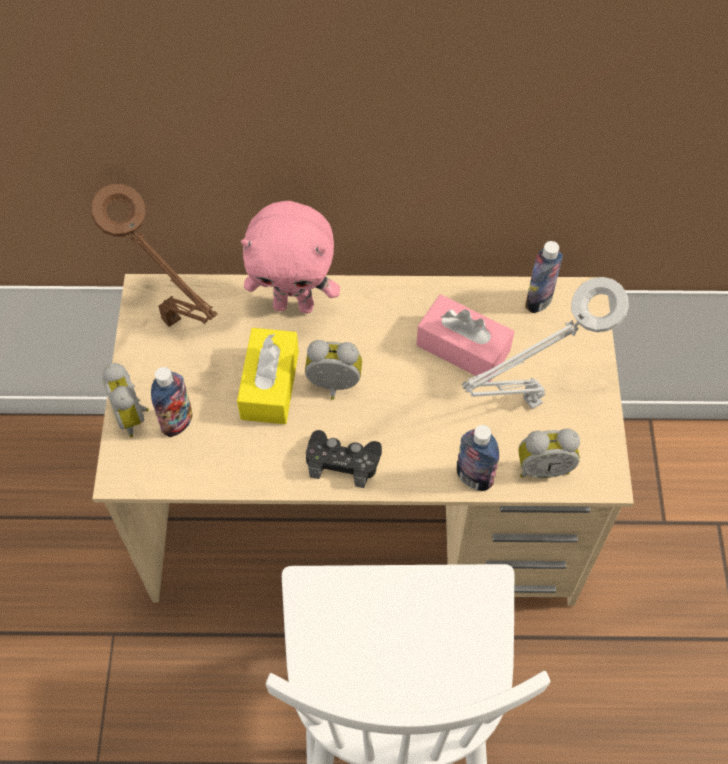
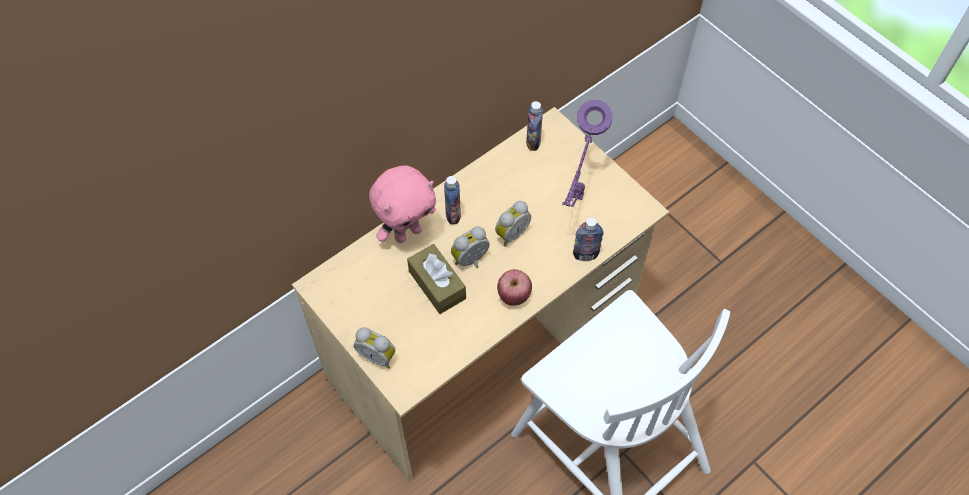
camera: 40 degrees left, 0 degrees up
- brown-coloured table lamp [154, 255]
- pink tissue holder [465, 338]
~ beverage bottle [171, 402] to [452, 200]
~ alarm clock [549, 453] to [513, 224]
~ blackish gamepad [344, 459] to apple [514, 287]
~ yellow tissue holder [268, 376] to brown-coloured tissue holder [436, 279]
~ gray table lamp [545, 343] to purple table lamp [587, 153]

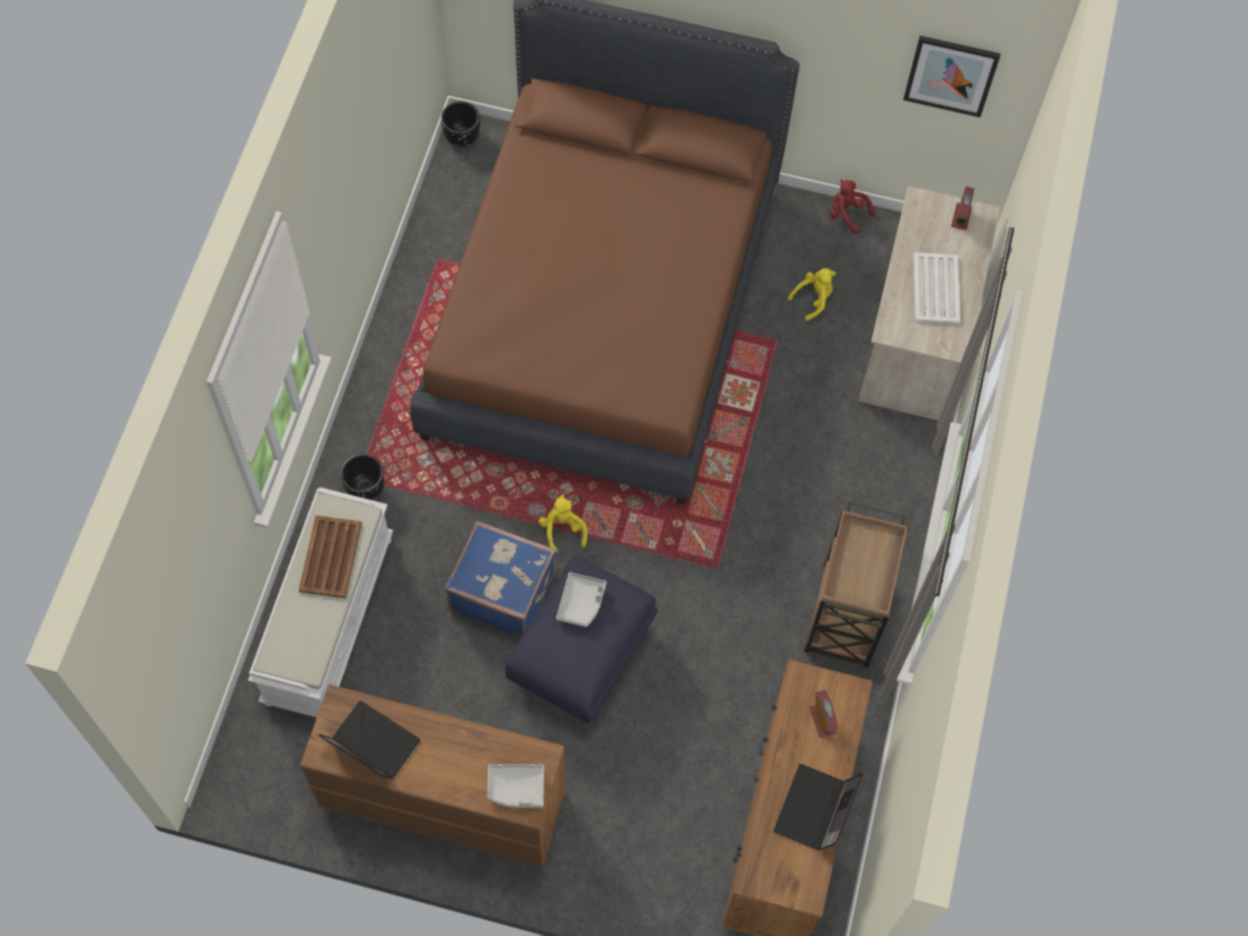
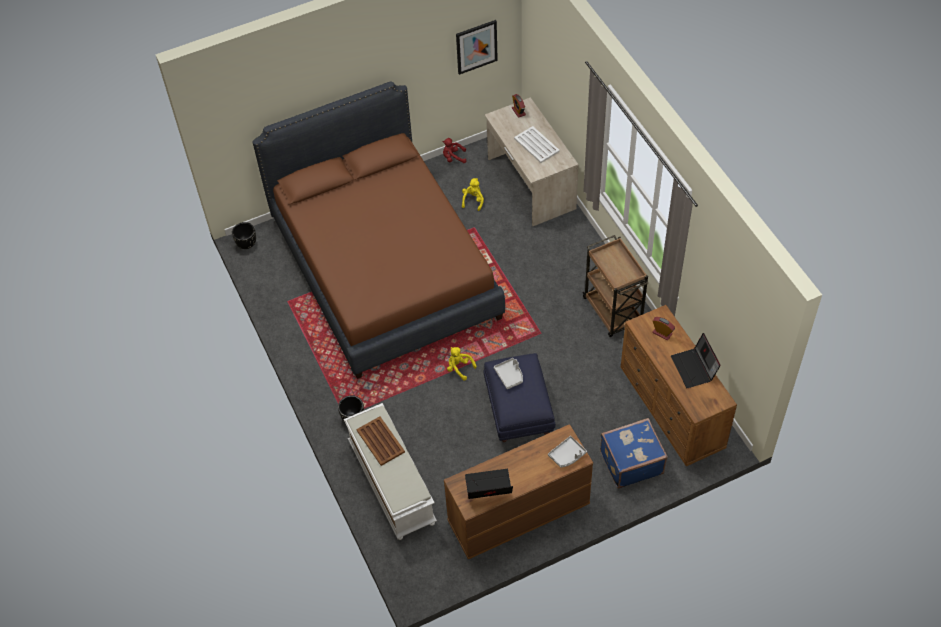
camera: 35 degrees left, 10 degrees down
~ bluish piece of luggage [500, 579] to [634, 453]

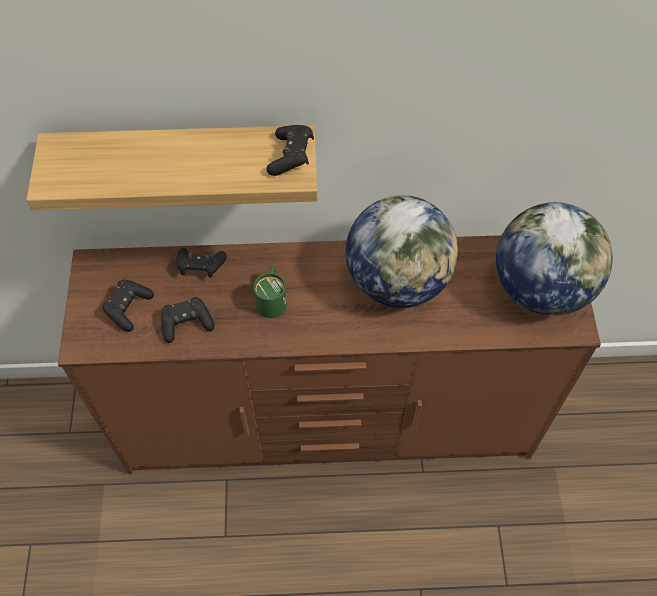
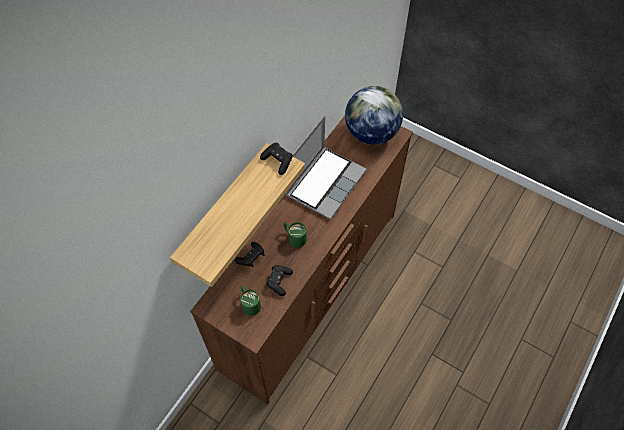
camera: 55 degrees left, 0 degrees up
~ blackish gamepad [128, 306] to greenish mug [250, 301]
~ world globe [402, 251] to notebook computer [326, 167]

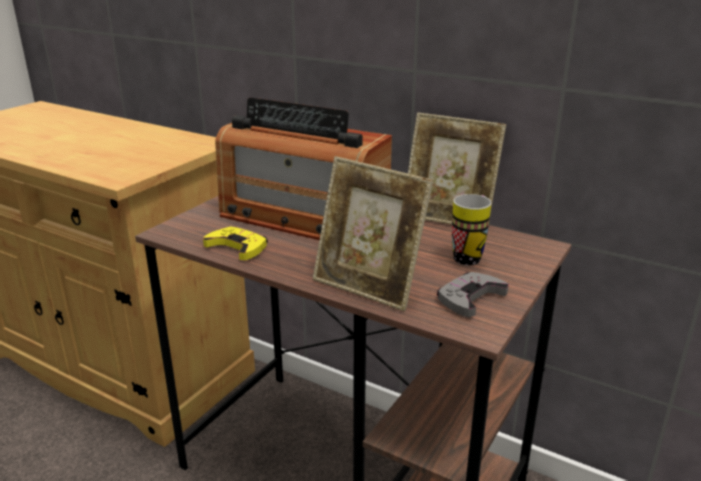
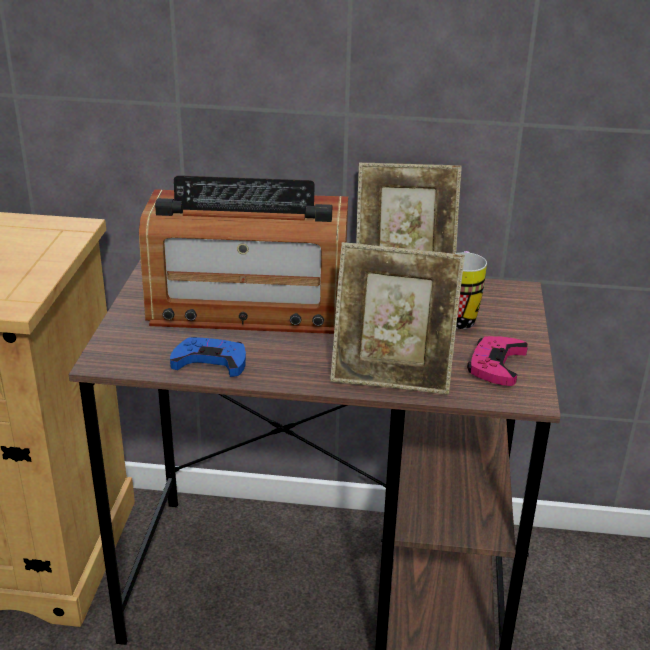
camera: 25 degrees left, 5 degrees up
~ yellow gamepad [235, 243] to bluish gamepad [208, 357]
~ gray gamepad [472, 294] to pink gamepad [497, 361]

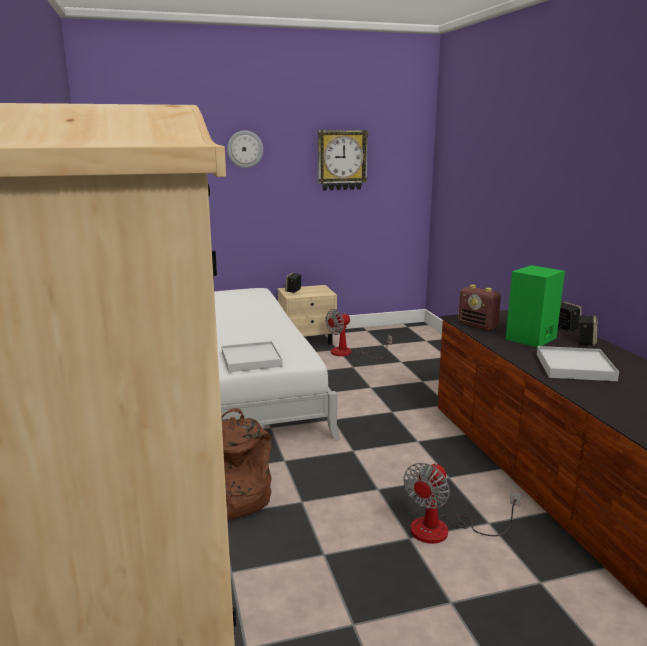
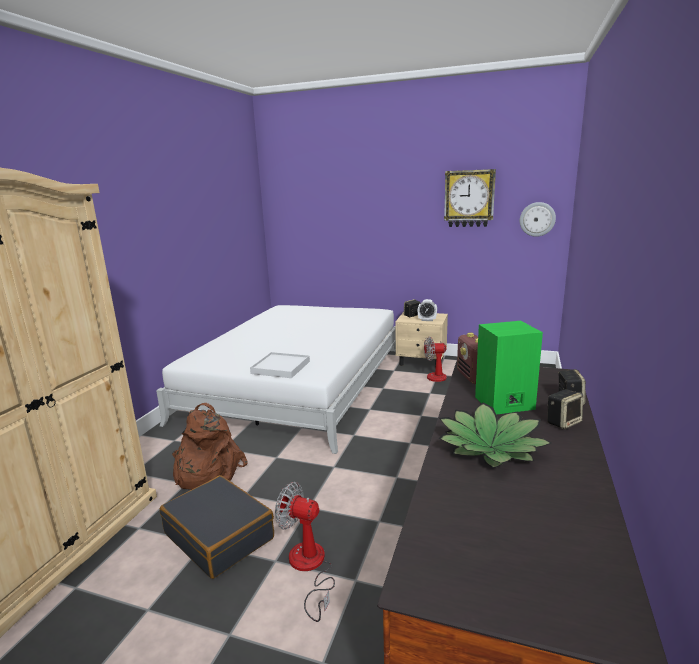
camera: 35 degrees right, 0 degrees up
+ blackish piece of luggage [217, 527]
+ alarm clock [427, 310]
~ wall clock [245, 149] to [538, 219]
~ white carrying tray [578, 363] to houseplant [495, 435]
~ electric fan [462, 503] = [305, 552] 45 degrees clockwise

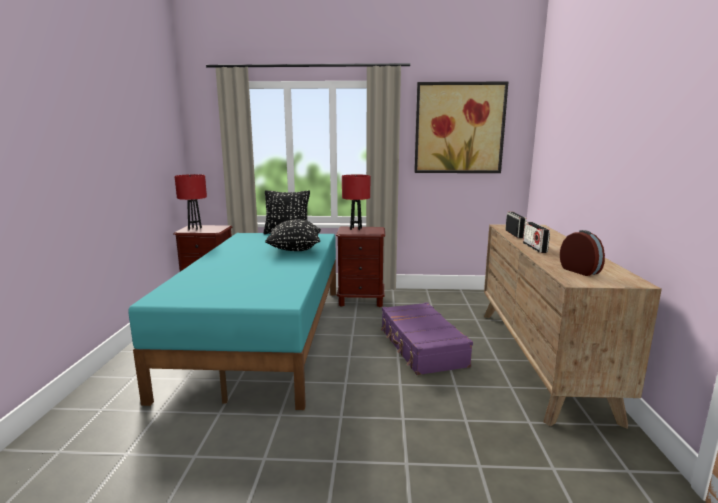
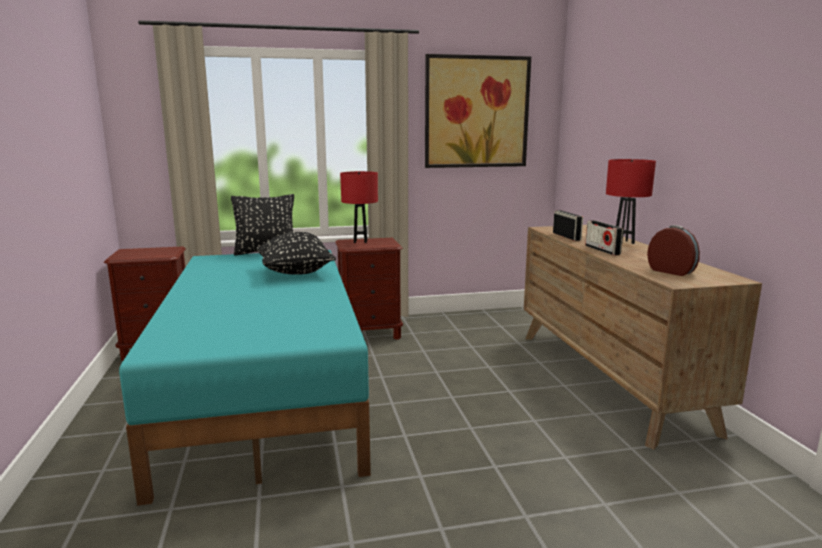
camera: 15 degrees left, 0 degrees up
- purple piece of luggage [427, 338]
~ red-coloured table lamp [190, 202] to [631, 201]

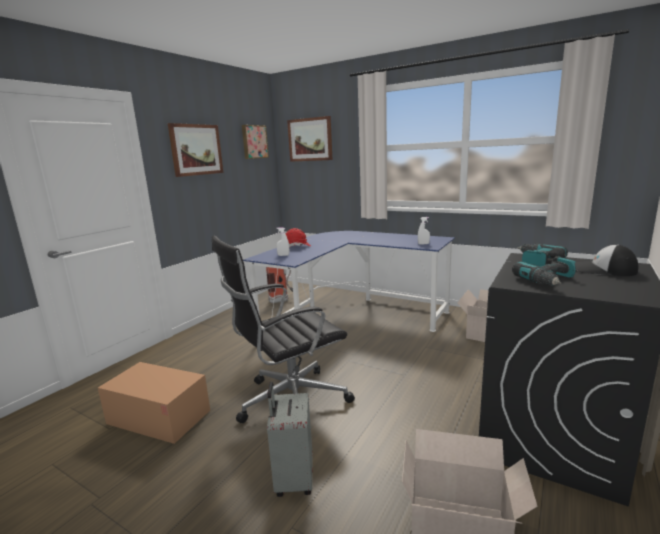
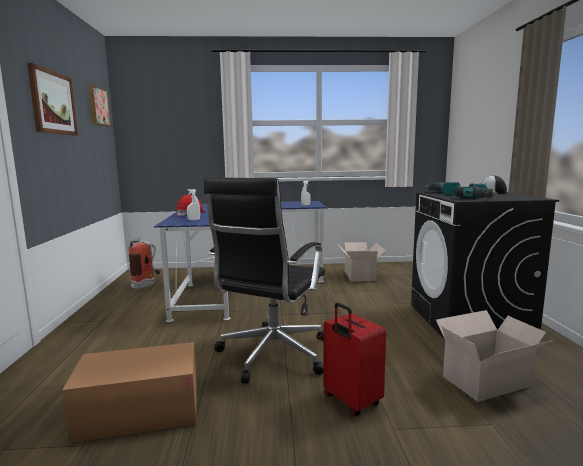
camera: 35 degrees left, 5 degrees down
- wall art [309, 139]
~ gray piece of luggage [290, 439] to red-coloured piece of luggage [354, 359]

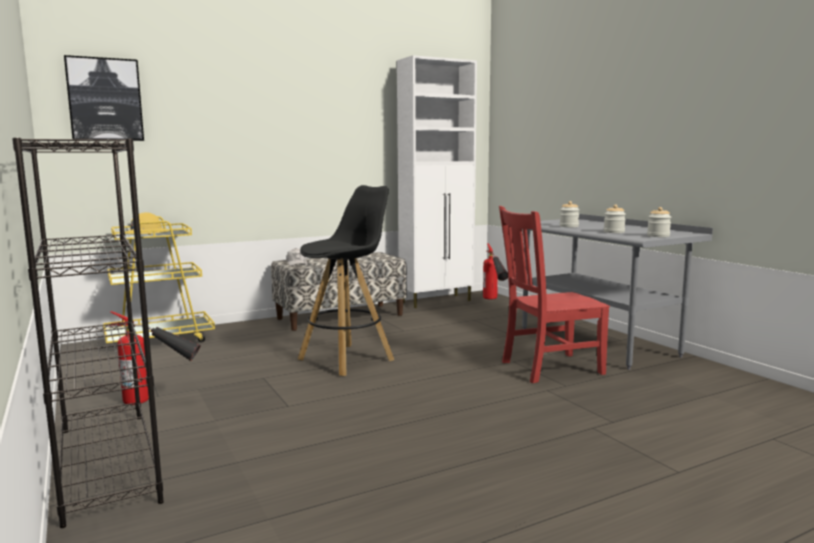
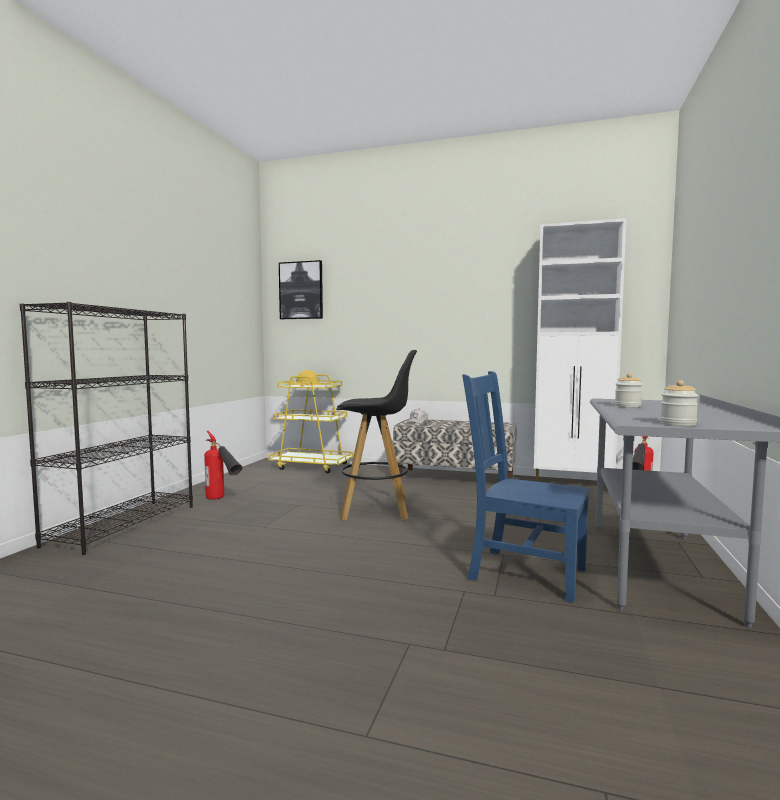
camera: 45 degrees right, 5 degrees down
- preserve jar [615, 219]
~ red-coloured chair [554, 294] to bluish chair [526, 487]

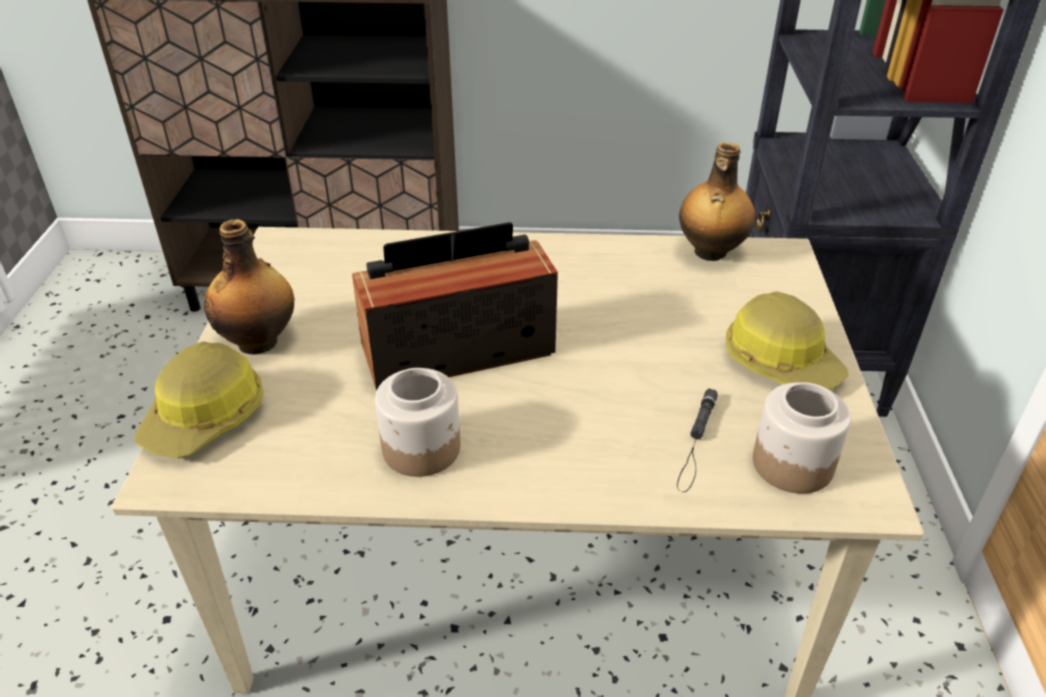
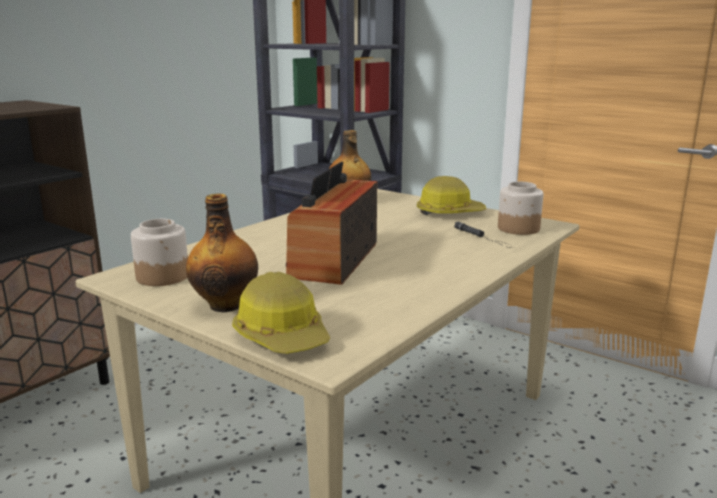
camera: 55 degrees left, 20 degrees down
~ preserve jar [417, 422] to [159, 252]

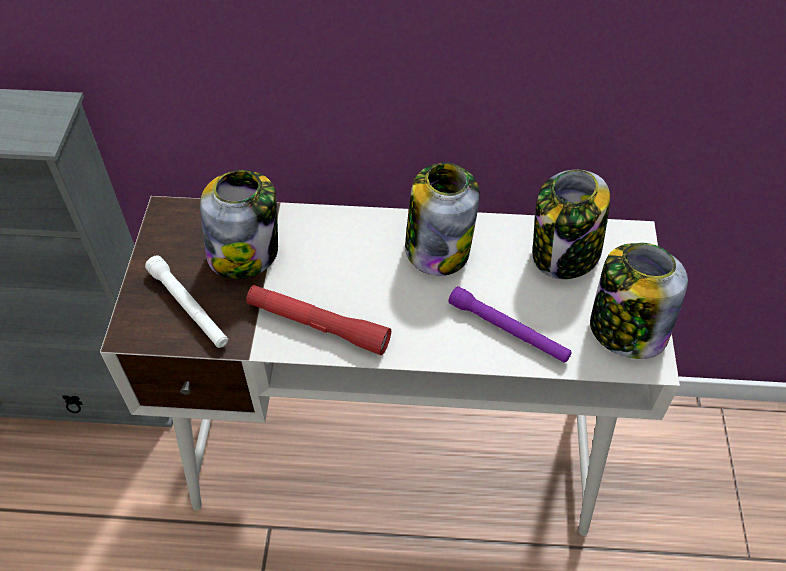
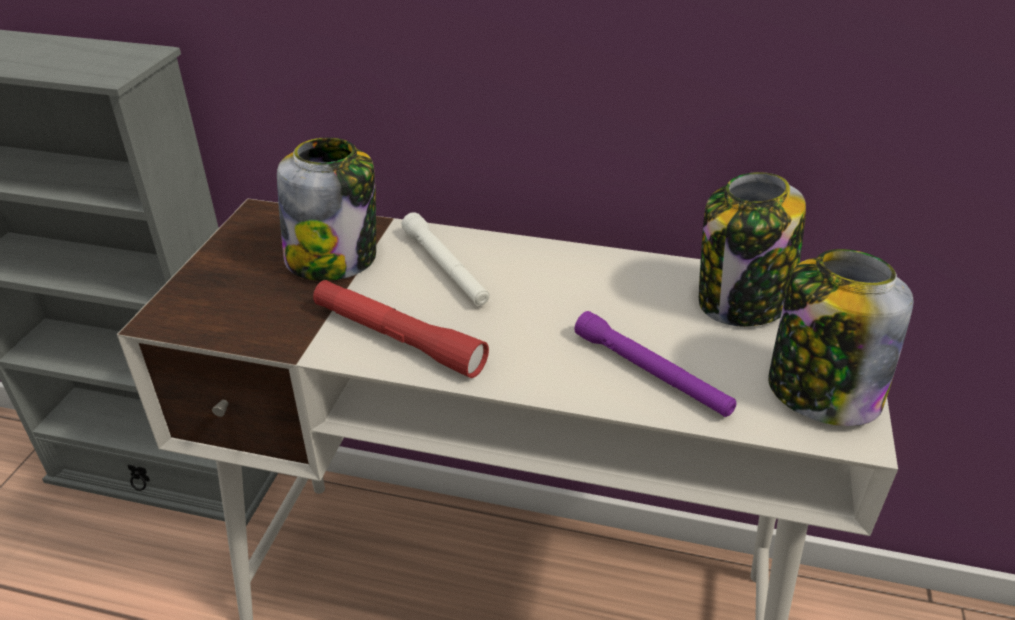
camera: 10 degrees right, 15 degrees down
- preserve jar [442, 219]
~ white flashlight [186, 301] to [446, 259]

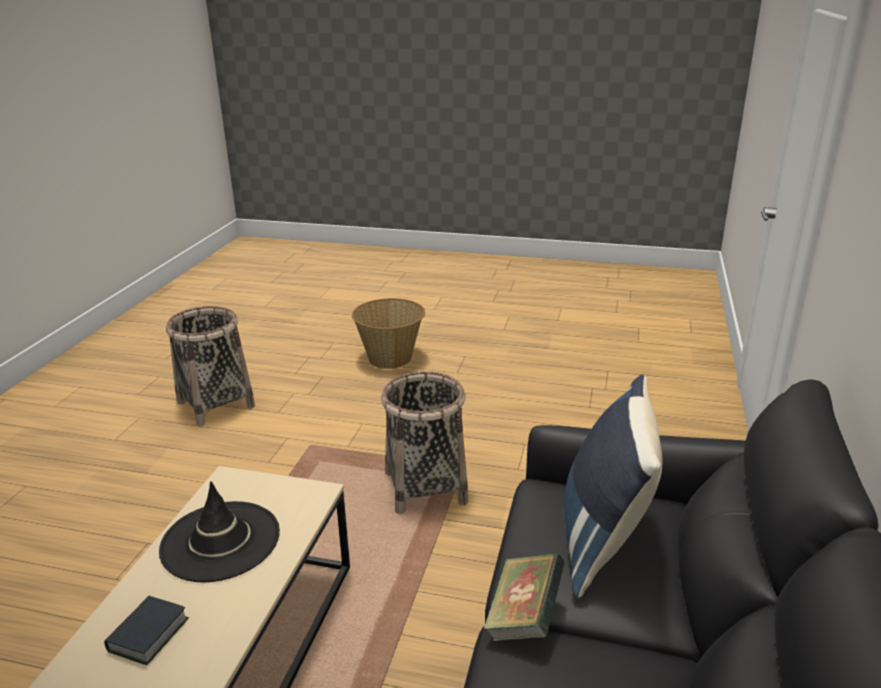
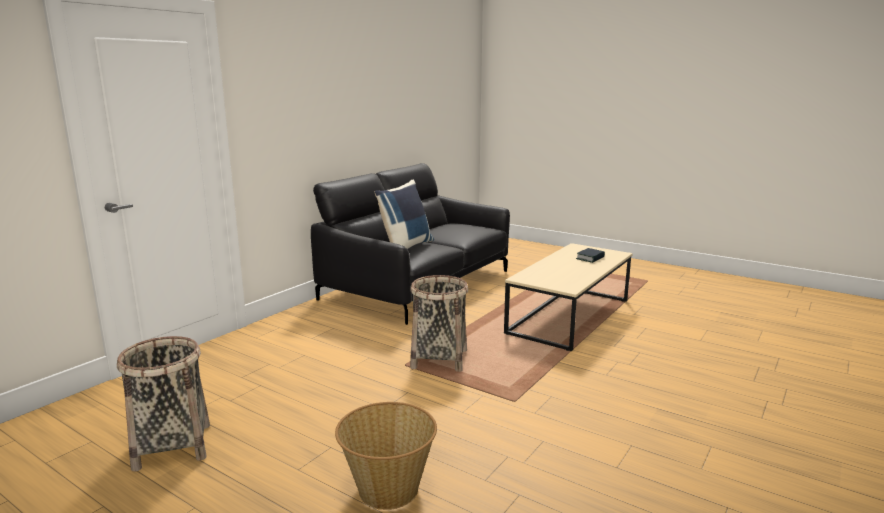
camera: 160 degrees left, 10 degrees down
- blackish hat [219, 532]
- bound book [524, 597]
~ storage basket [210, 366] to [163, 404]

